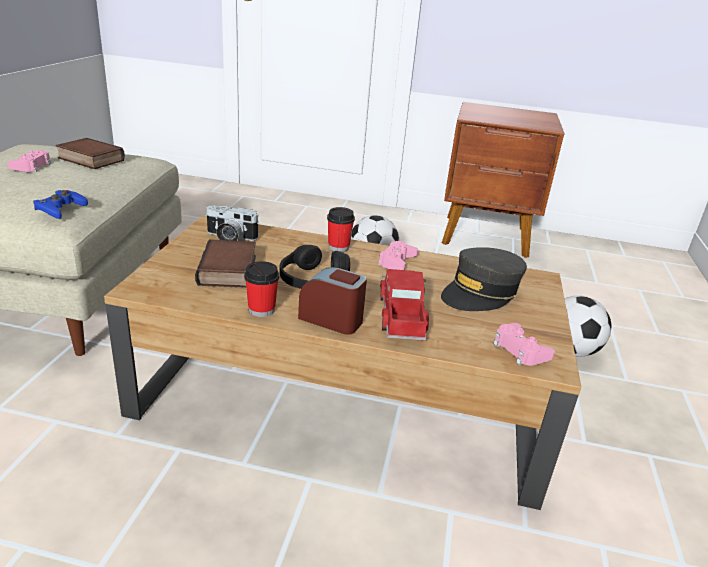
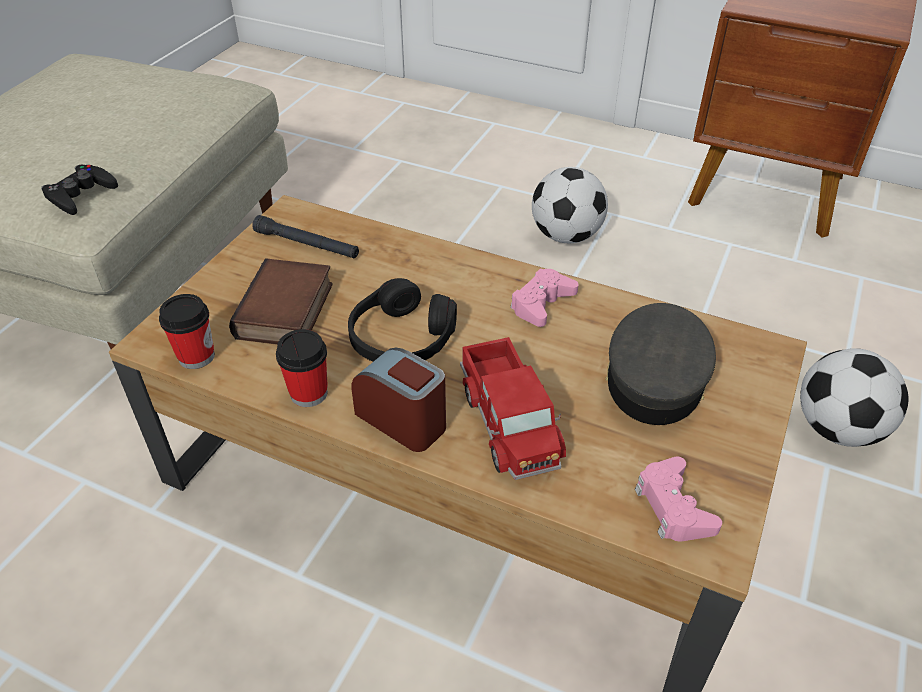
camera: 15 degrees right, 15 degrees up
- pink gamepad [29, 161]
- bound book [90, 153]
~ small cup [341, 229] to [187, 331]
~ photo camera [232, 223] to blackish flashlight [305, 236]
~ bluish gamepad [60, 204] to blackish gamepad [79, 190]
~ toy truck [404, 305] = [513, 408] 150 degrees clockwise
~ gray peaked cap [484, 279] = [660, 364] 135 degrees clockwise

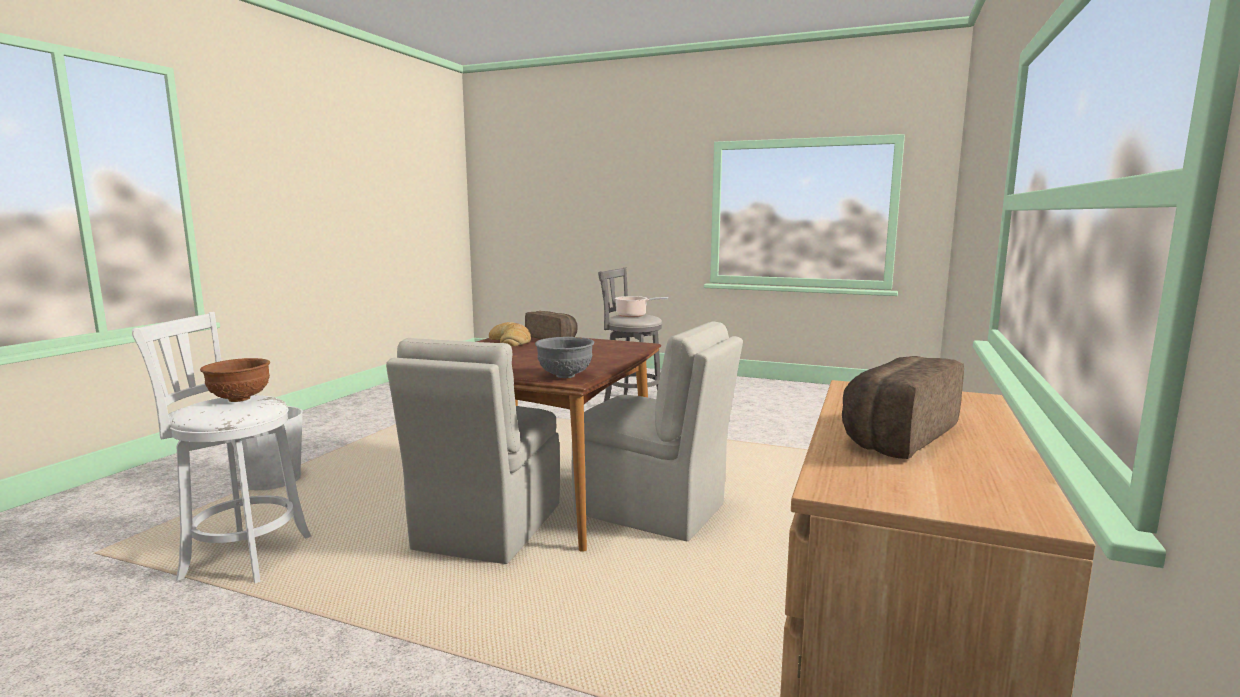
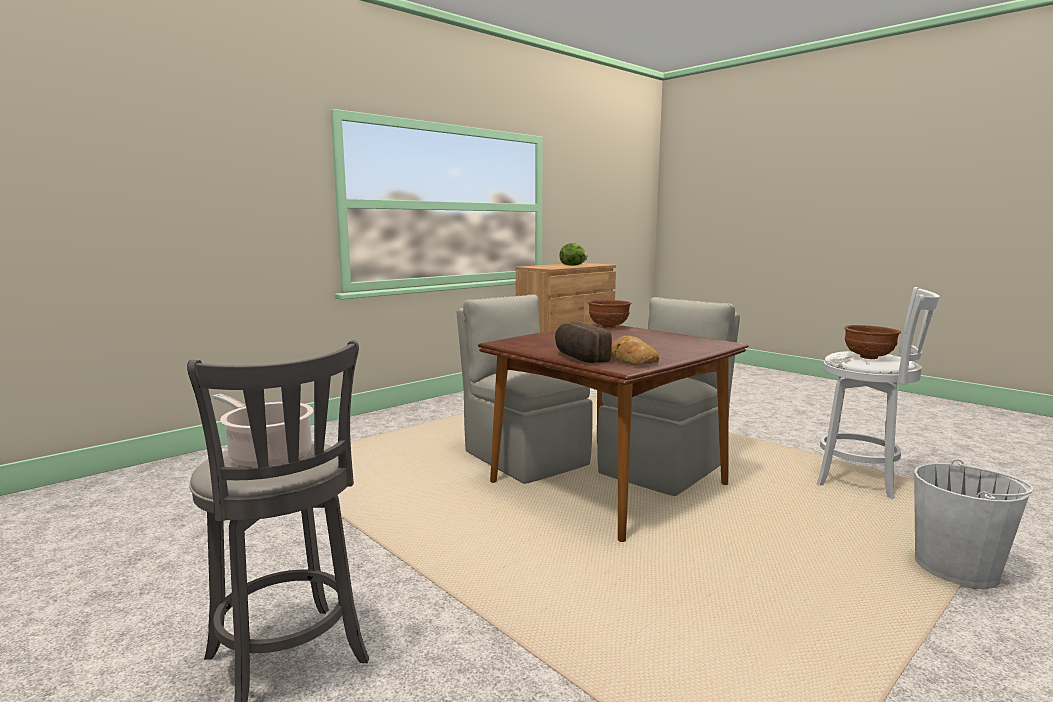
camera: 155 degrees left, 0 degrees up
~ bread [903, 407] to lettuce head [573, 254]
~ gray deep dish [564, 357] to brown-coloured deep dish [609, 314]

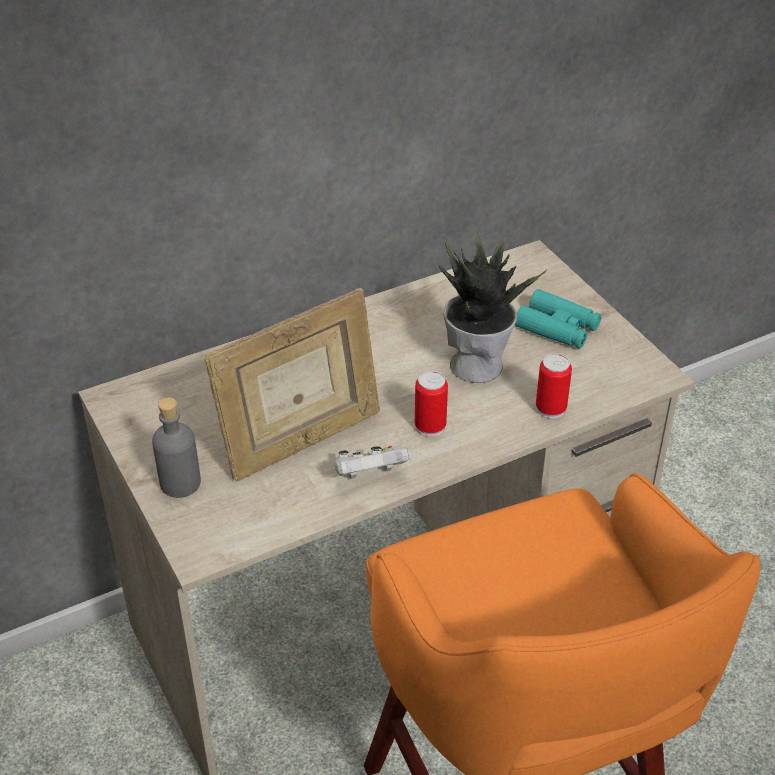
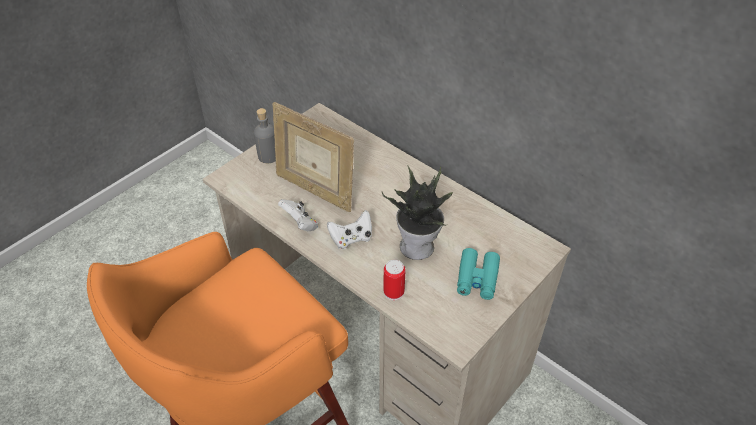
camera: 70 degrees right, 5 degrees up
~ sealed can [431, 404] to white gamepad [349, 229]

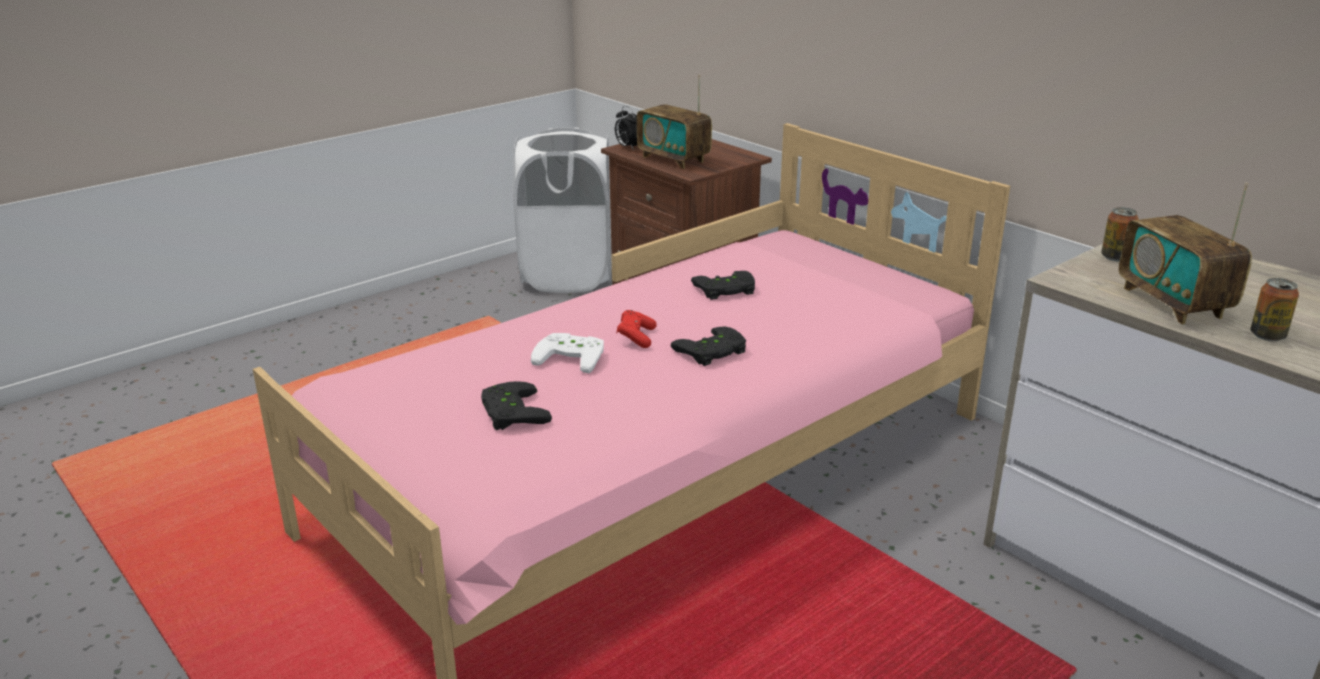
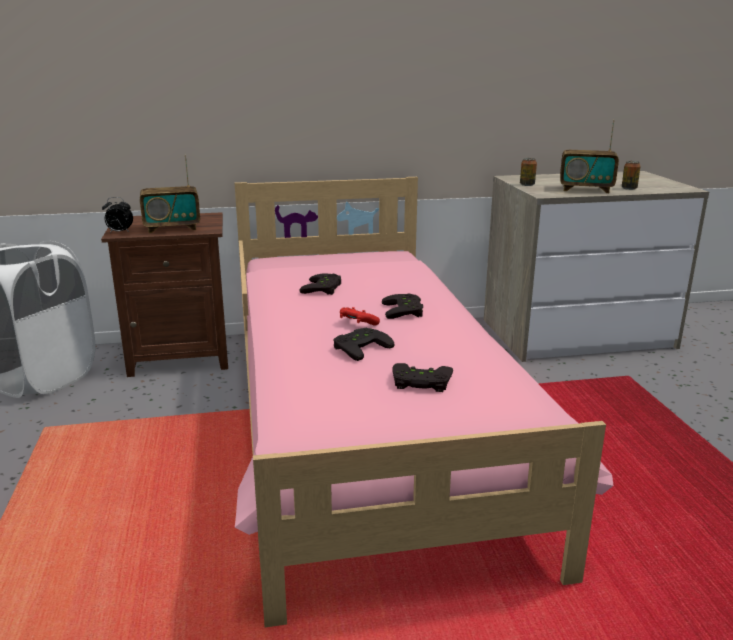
camera: 60 degrees left, 5 degrees down
~ white gamepad [567, 353] to blackish gamepad [363, 344]

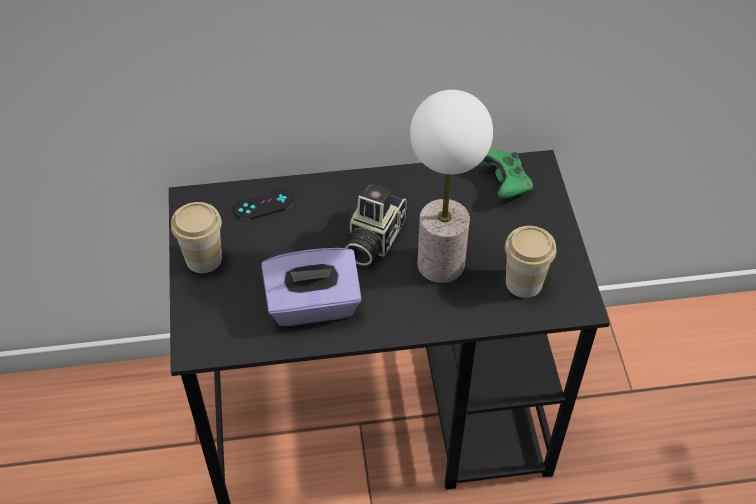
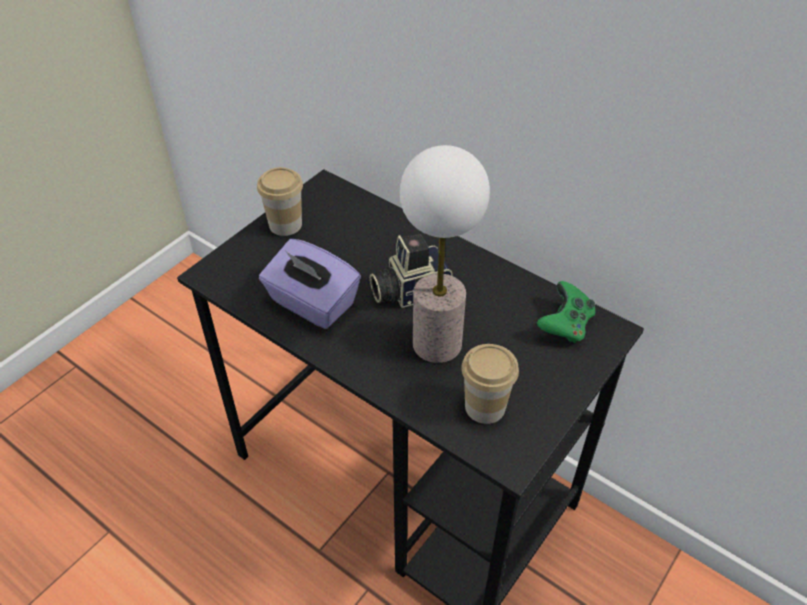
camera: 45 degrees right, 5 degrees down
- blackish gamepad [263, 204]

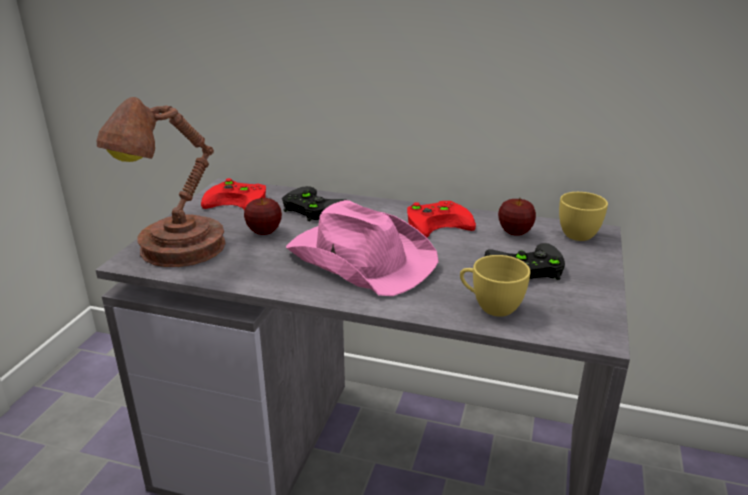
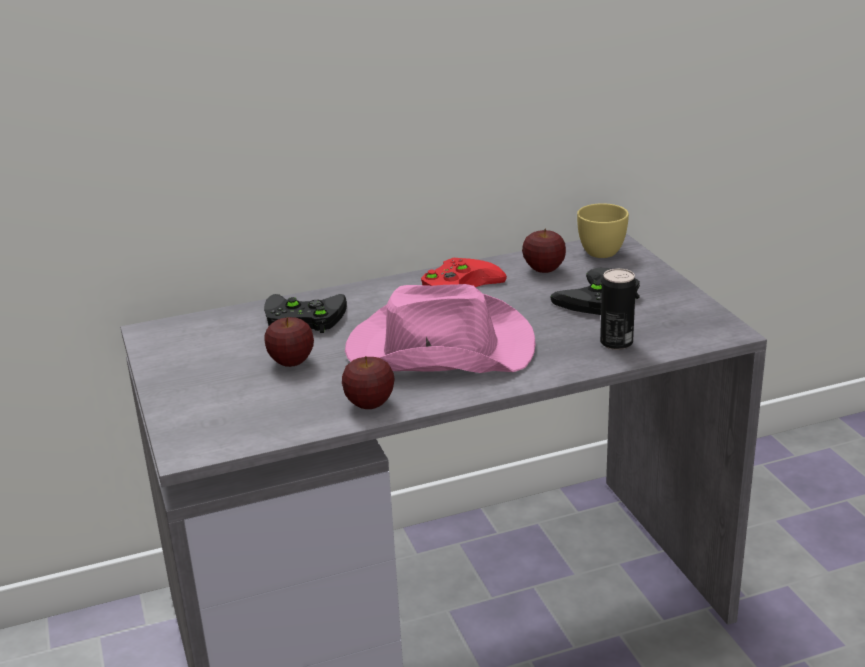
camera: 35 degrees left, 0 degrees up
- brown-coloured table lamp [161, 182]
- red-coloured gamepad [233, 194]
+ apple [368, 382]
~ yellow small cup [495, 286] to sealed can [618, 309]

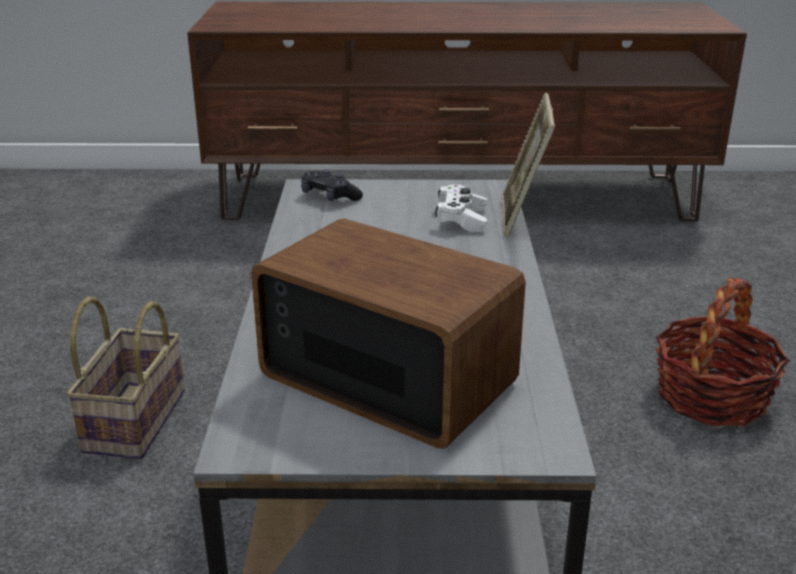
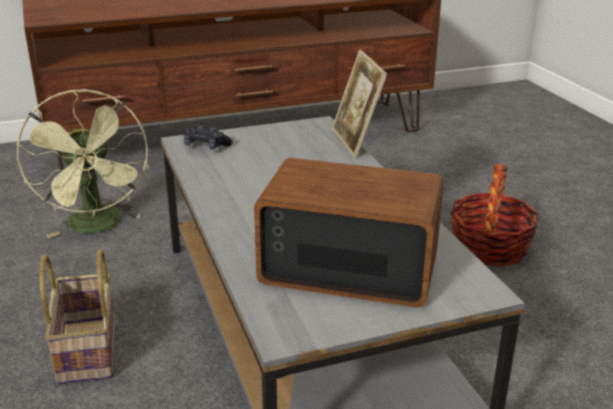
camera: 20 degrees left, 0 degrees up
- white gamepad [461, 208]
+ greenish electric fan [82, 163]

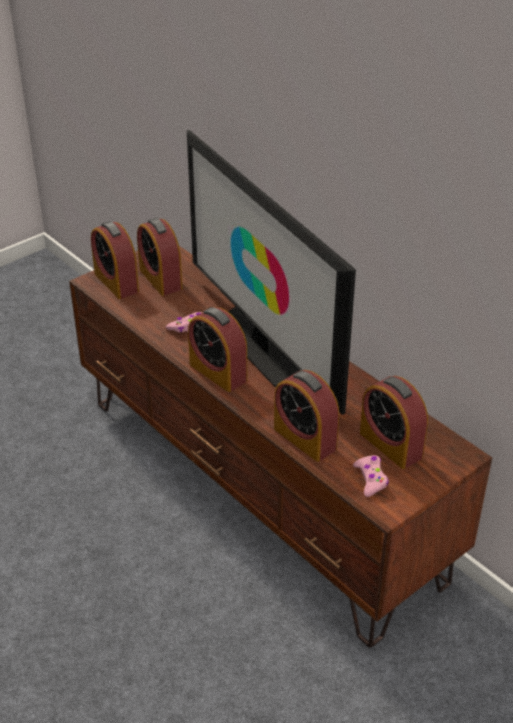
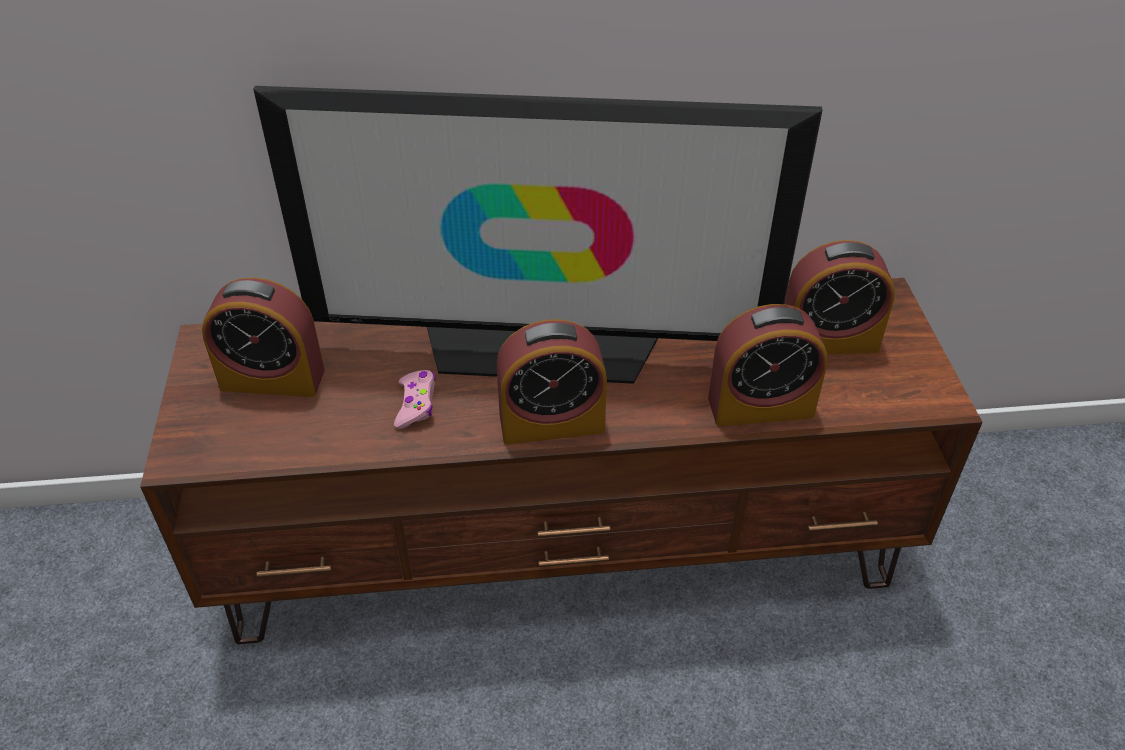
camera: 55 degrees left, 5 degrees up
- alarm clock [115, 260]
- pink gamepad [371, 476]

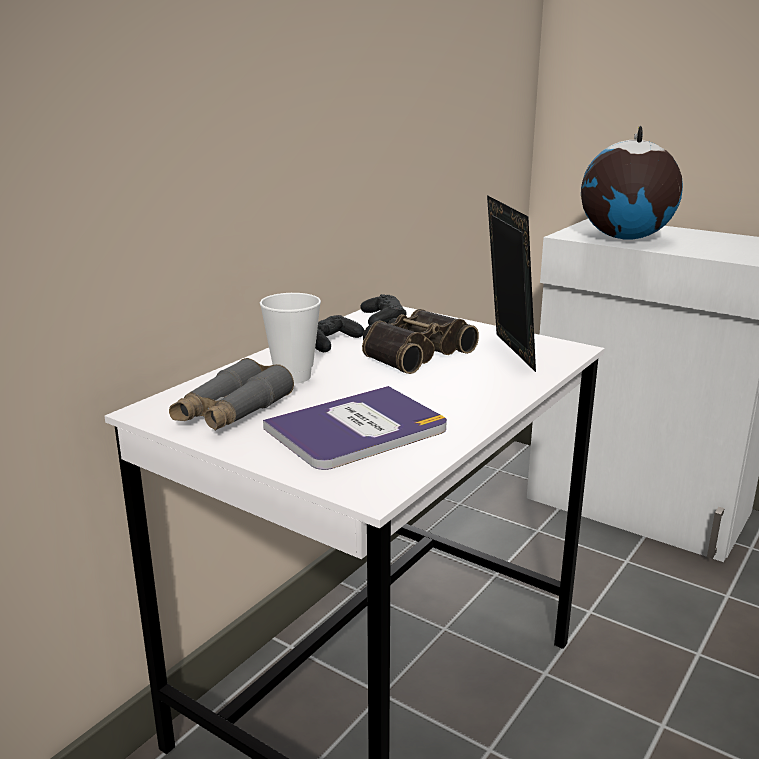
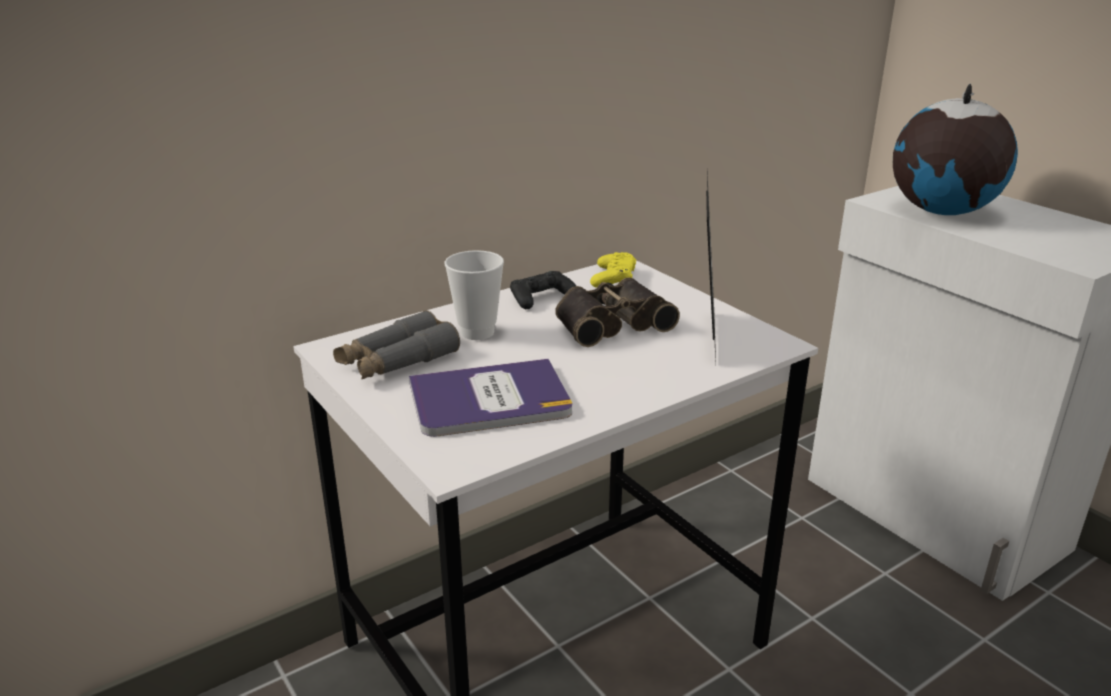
camera: 20 degrees right, 5 degrees up
~ blackish gamepad [383, 309] to yellow gamepad [613, 270]

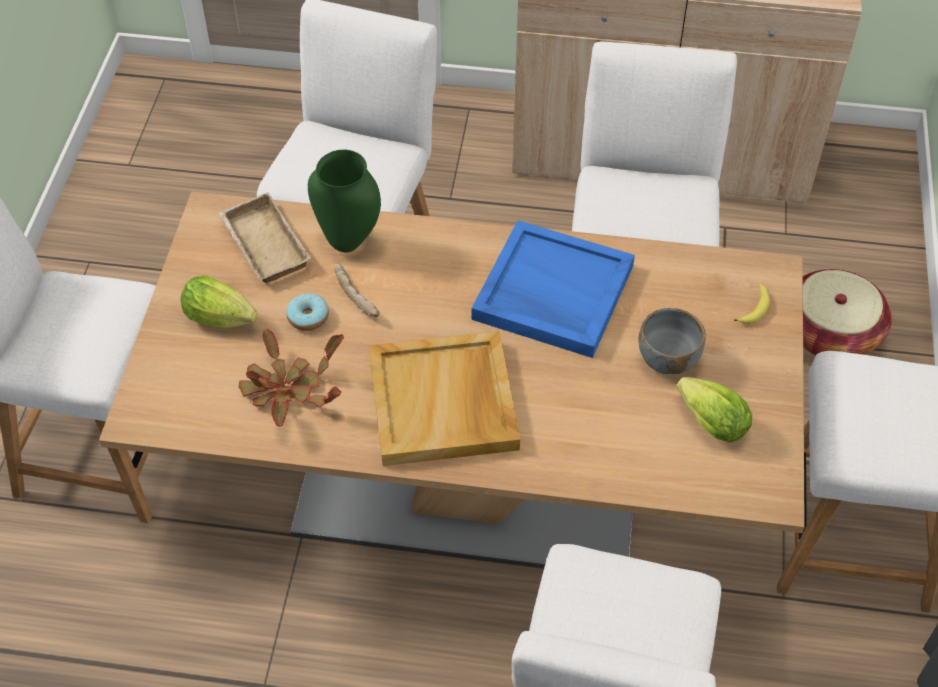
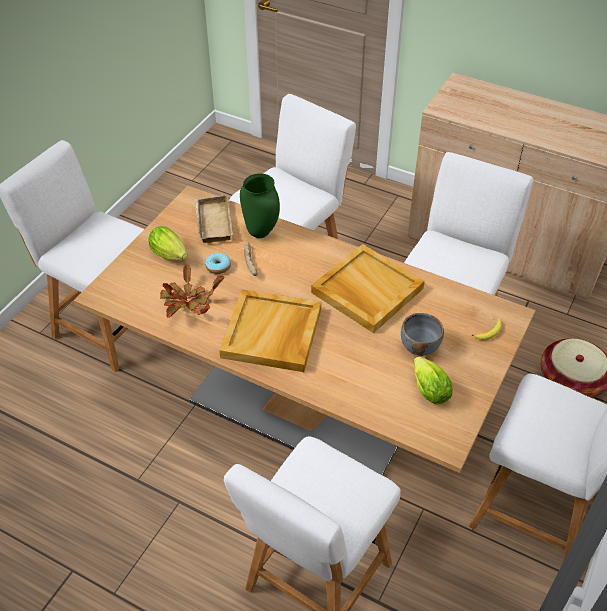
camera: 20 degrees right, 5 degrees down
~ bluish carrying tray [553, 289] to sand-coloured carrying tray [368, 288]

